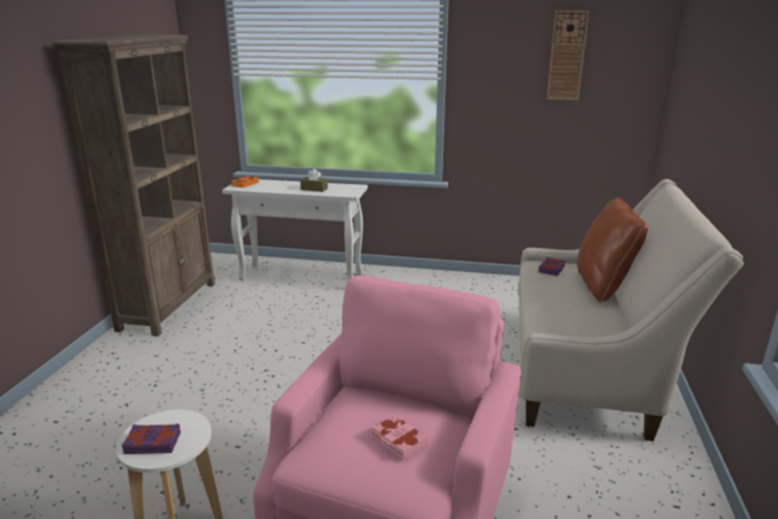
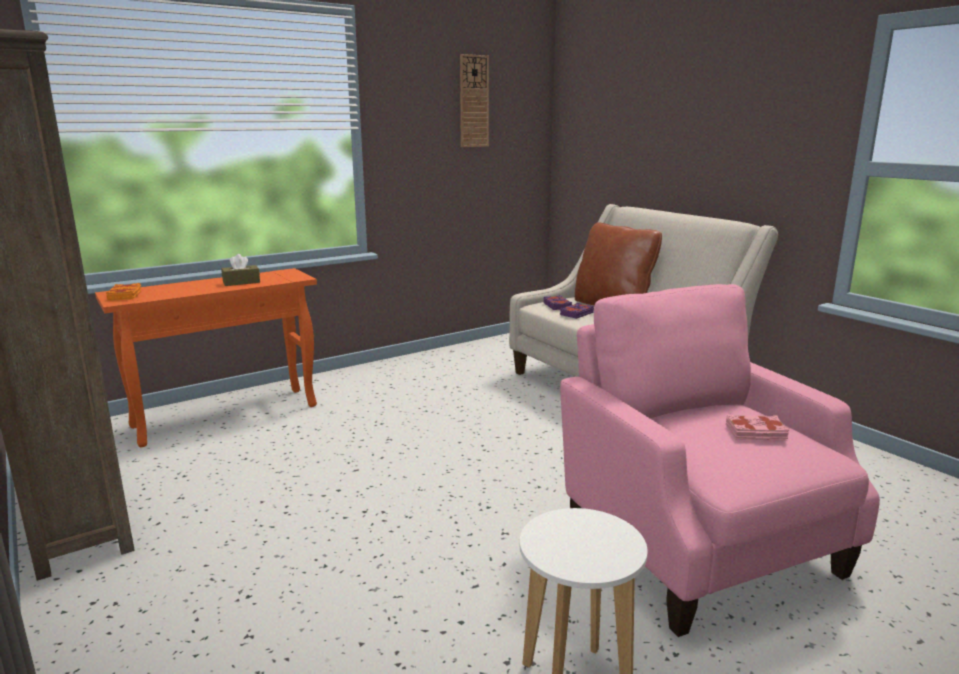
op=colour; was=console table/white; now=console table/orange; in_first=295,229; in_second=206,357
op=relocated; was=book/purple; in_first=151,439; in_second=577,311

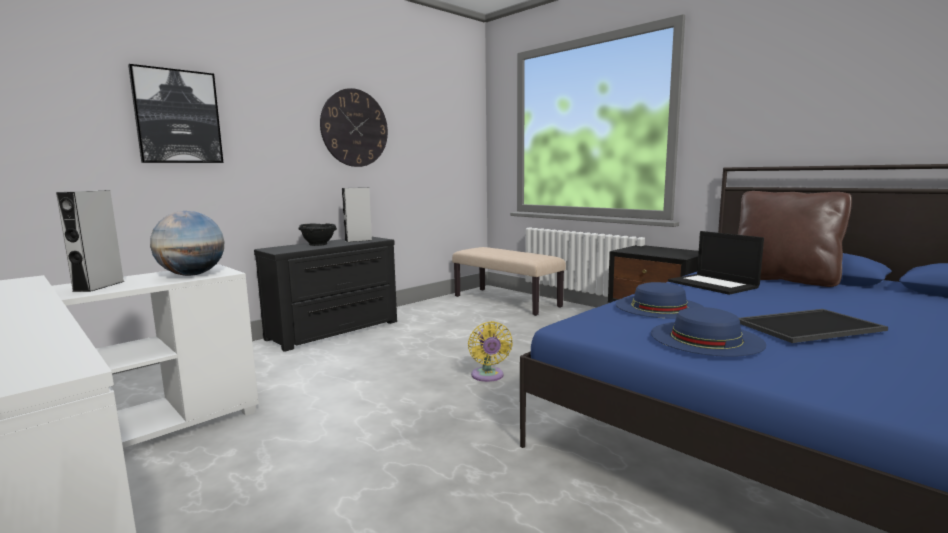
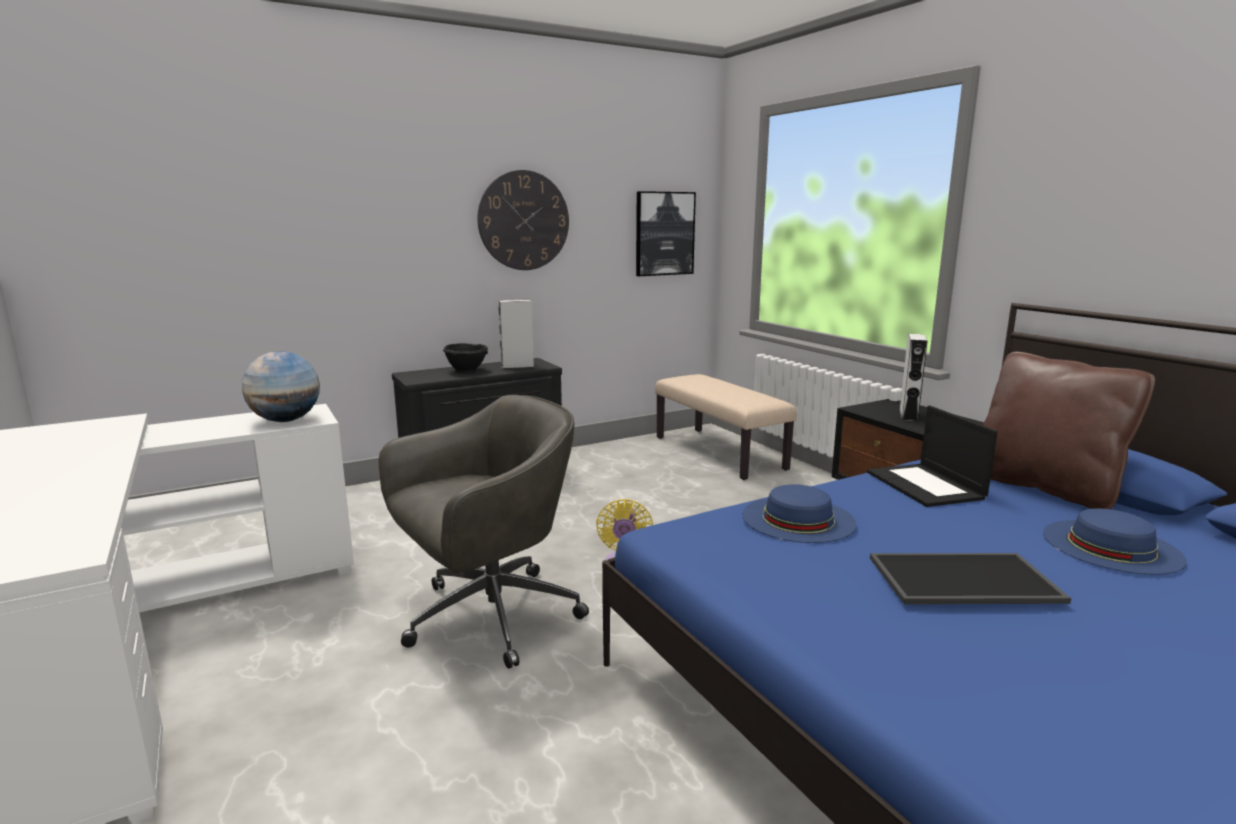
op=relocated; was=picture; in_first=175,113; in_second=666,233
op=relocated; was=speaker/grey; in_first=90,241; in_second=913,377
op=relocated; was=hat/blue; in_first=708,332; in_second=1115,542
op=appeared; now=office chair/grey; in_second=484,532

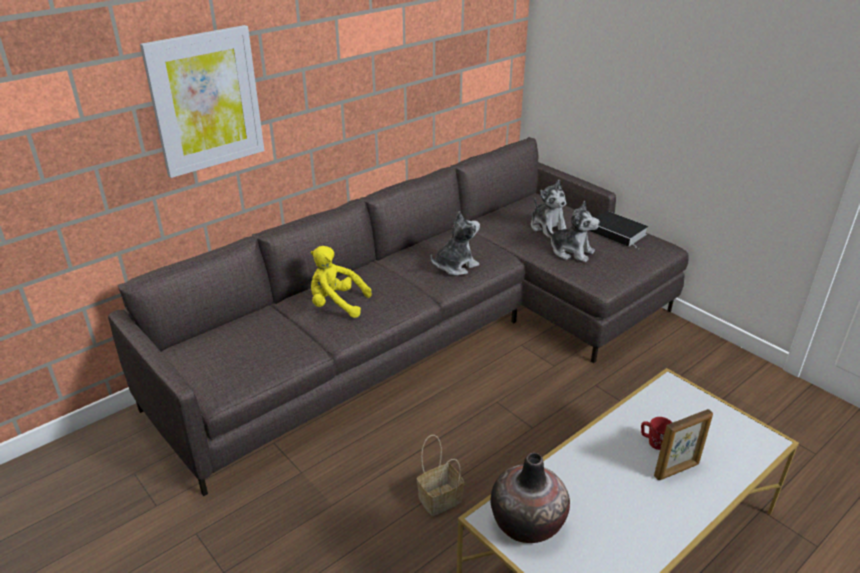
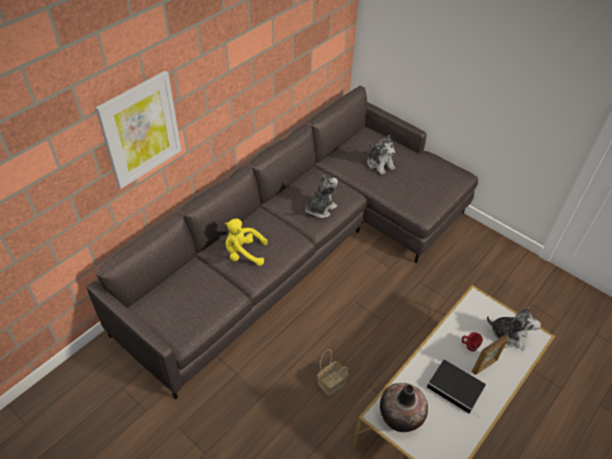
op=relocated; was=plush toy; in_first=573,231; in_second=514,328
op=relocated; was=book; in_first=618,230; in_second=456,388

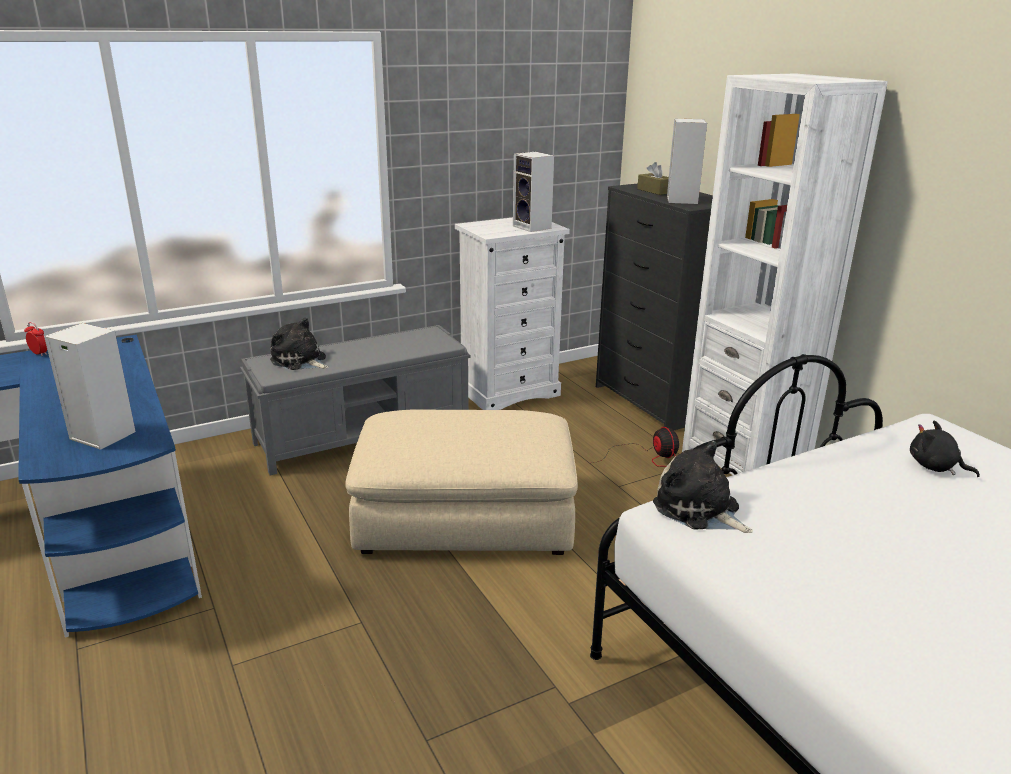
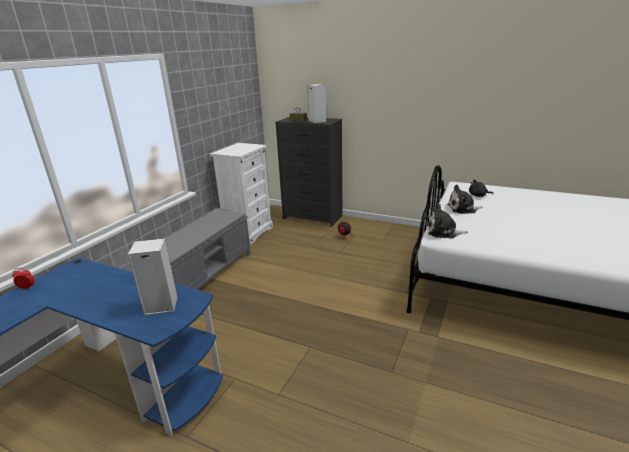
op=missing; was=bookcase/white; in_first=785,274
op=missing; was=speaker; in_first=533,192
op=relocated; was=plush toy; in_first=299,344; in_second=465,199
op=missing; was=ottoman/beige; in_first=461,482

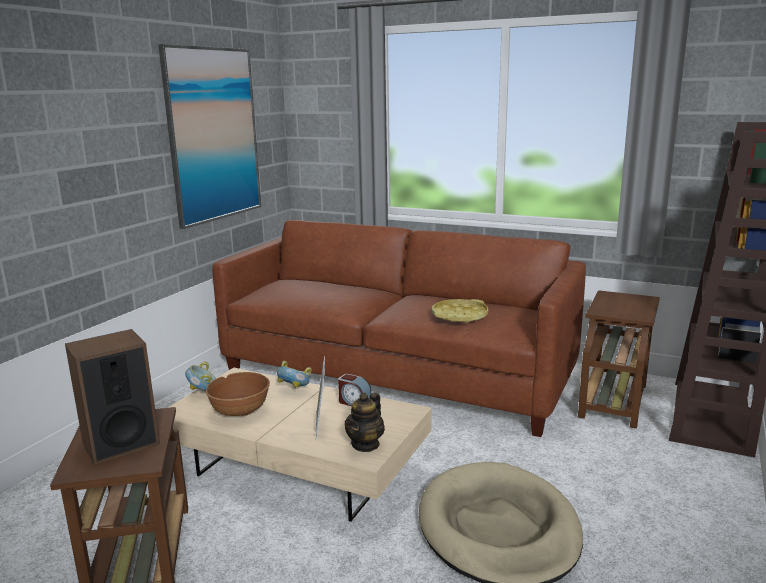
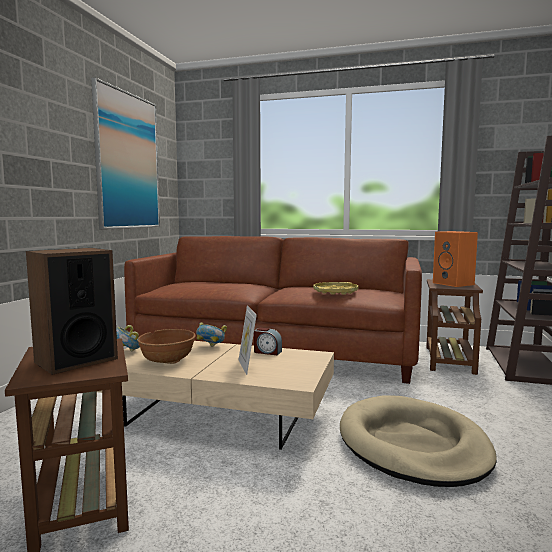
op=missing; was=teapot; in_first=365,422
op=appeared; now=speaker/orange; in_second=455,259

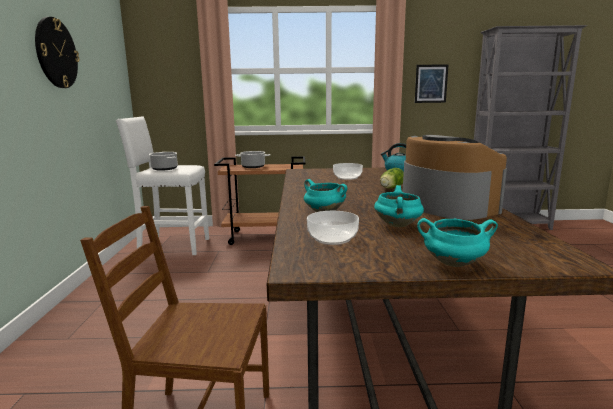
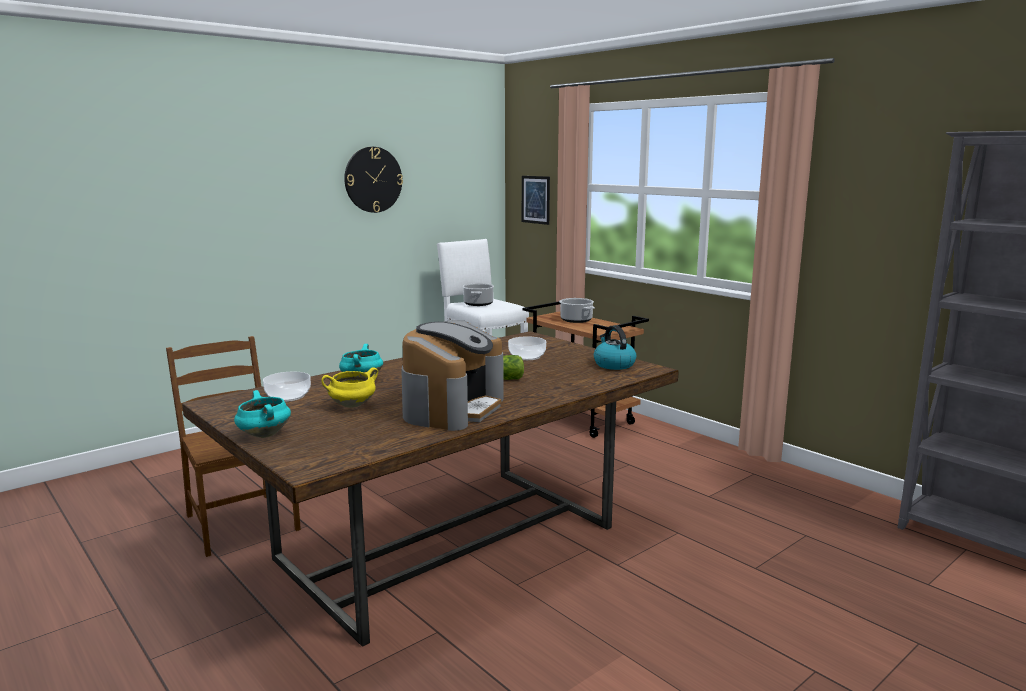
op=relocated; was=picture; in_first=432,83; in_second=536,200
op=colour; was=cooking pot/turquoise; now=cooking pot/yellow; in_first=399,206; in_second=349,387

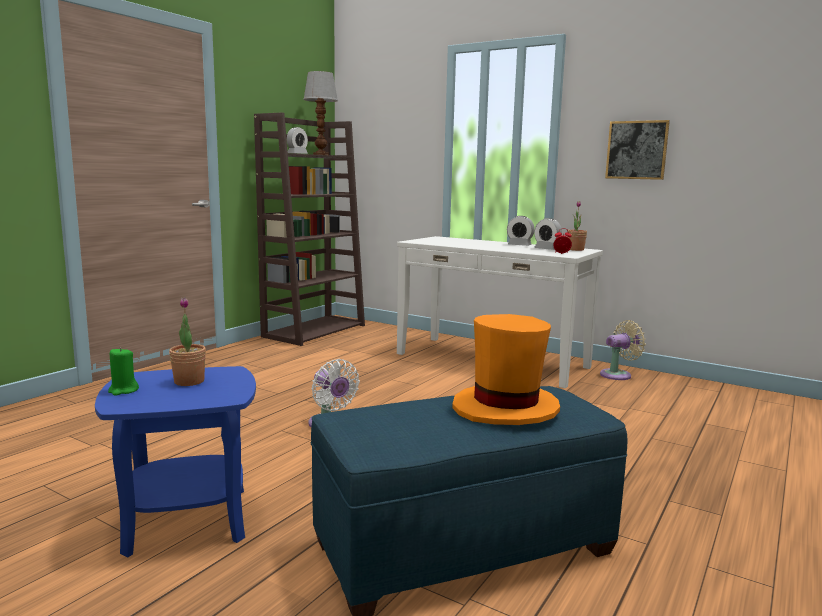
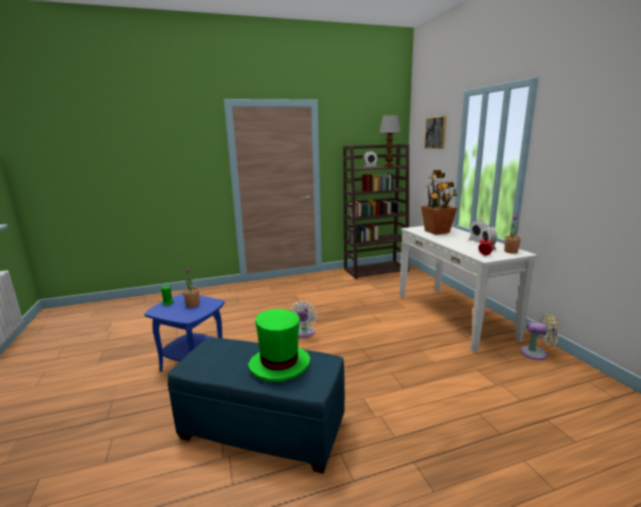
op=relocated; was=picture; in_first=637,150; in_second=435,132
op=colour; was=hat/orange; now=hat/green; in_first=506,369; in_second=279,345
op=appeared; now=potted plant; in_second=439,202

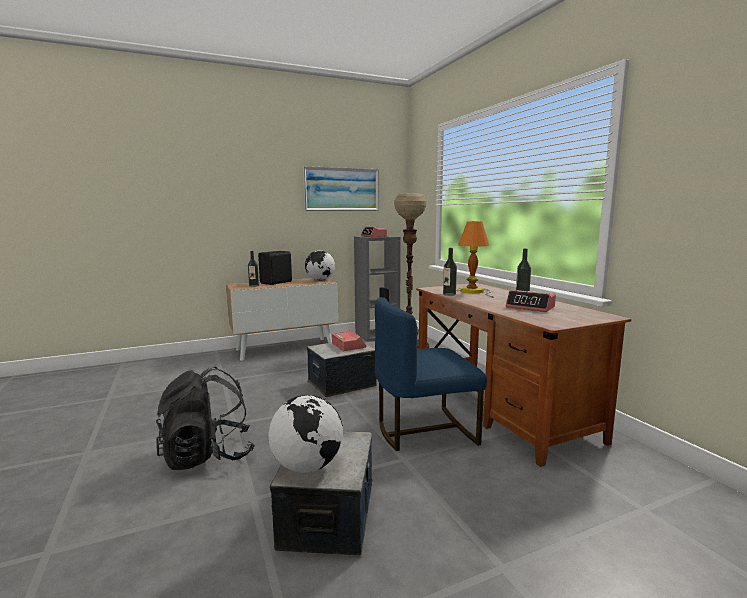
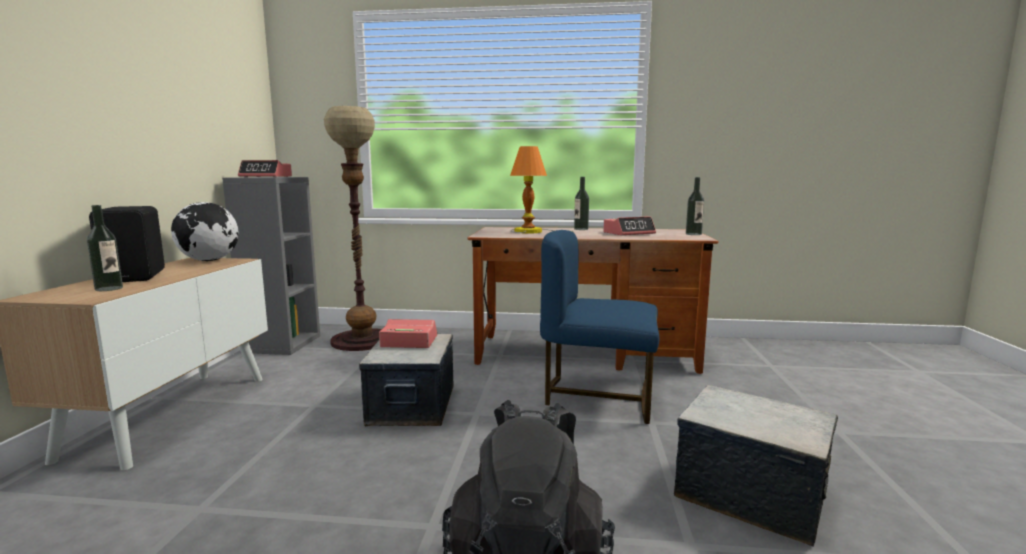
op=missing; was=picture; in_first=341,188
op=relocated; was=bottle; in_first=450,272; in_second=695,206
op=spun; was=chair/blue; in_first=431,374; in_second=599,327; clockwise=90
op=missing; was=globe; in_first=306,434

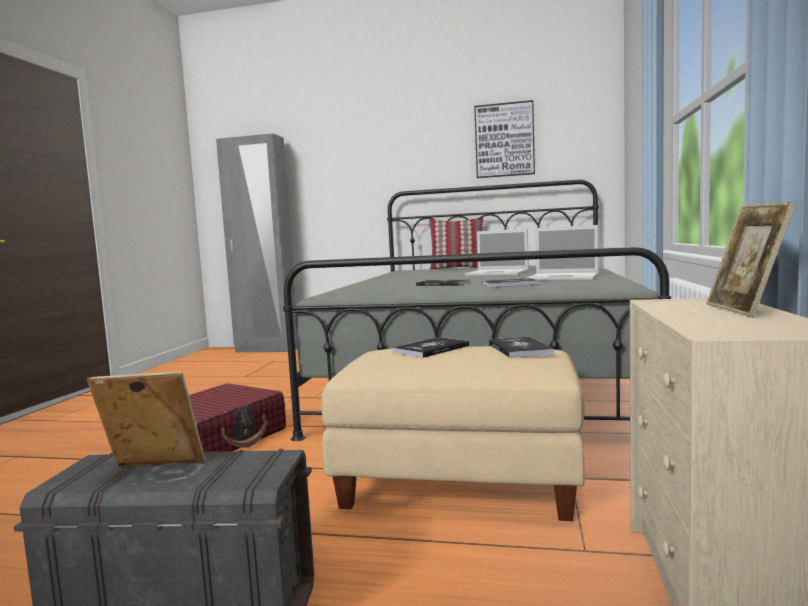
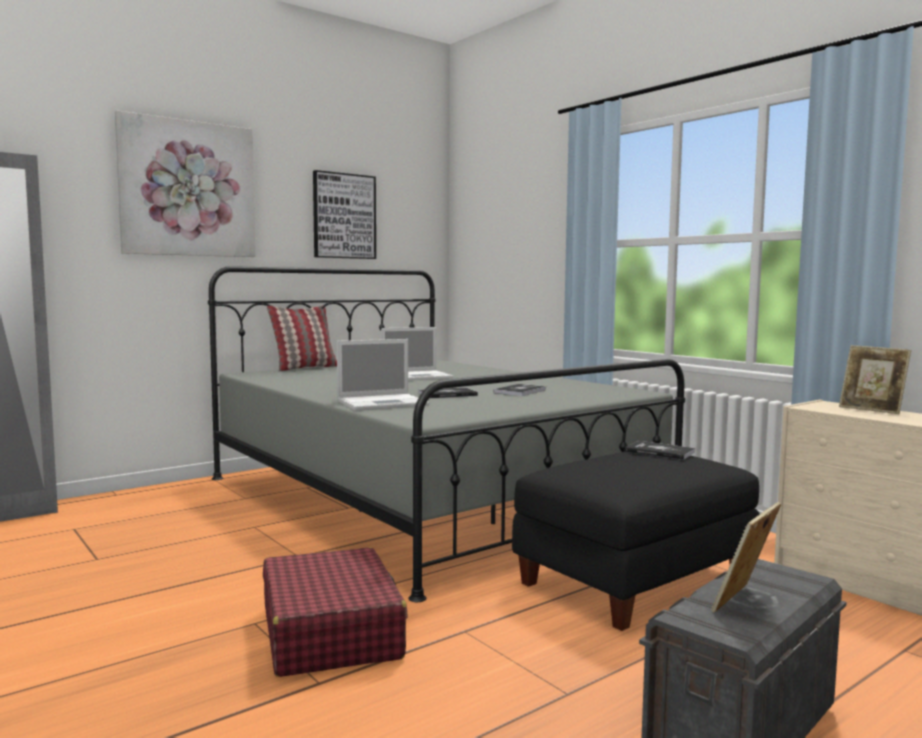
op=relocated; was=laptop; in_first=563,253; in_second=383,375
op=missing; was=book; in_first=430,347
op=colour; was=ottoman/beige; now=ottoman/black; in_first=453,433; in_second=636,541
op=appeared; now=picture; in_second=185,183

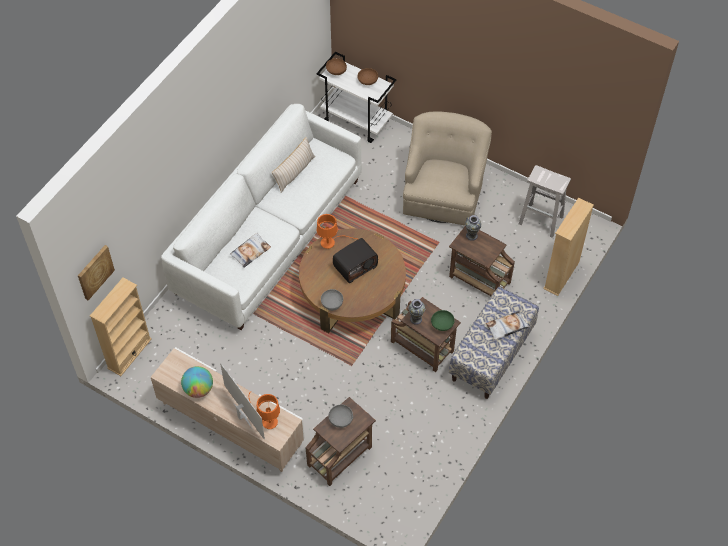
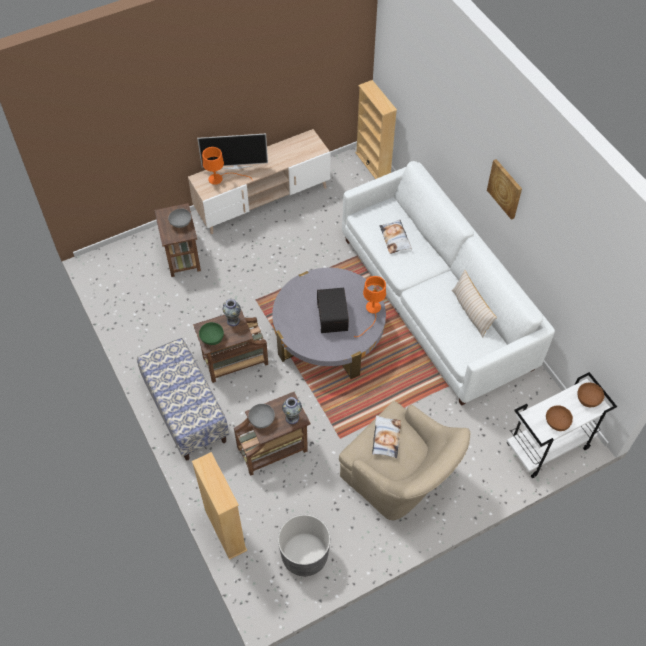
op=exchanged; was=stool/white; now=planter/grey; in_first=545,201; in_second=304,545
op=colour; was=coffee table/brown; now=coffee table/grey; in_first=352,280; in_second=329,323
op=relocated; was=picture; in_first=96,272; in_second=504,189
op=relocated; was=bowl/grey; in_first=332,300; in_second=261,416
op=relocated; was=pillow; in_first=508,325; in_second=386,436
op=missing; was=globe; in_first=197,382

